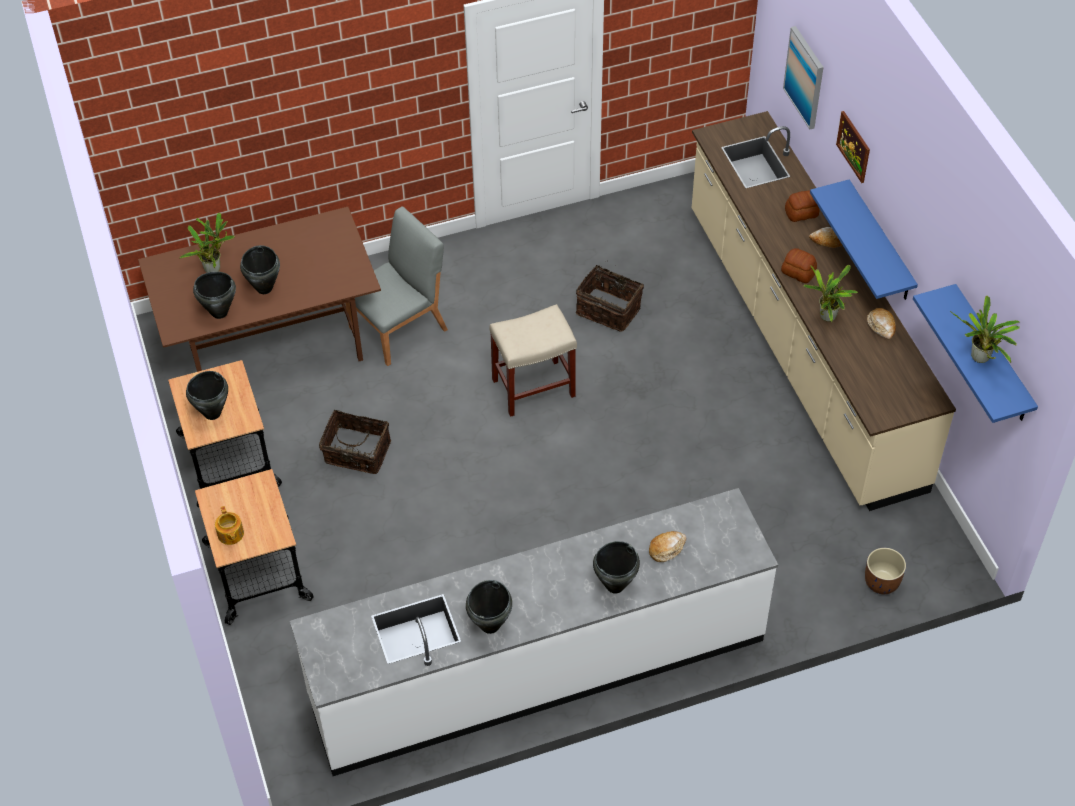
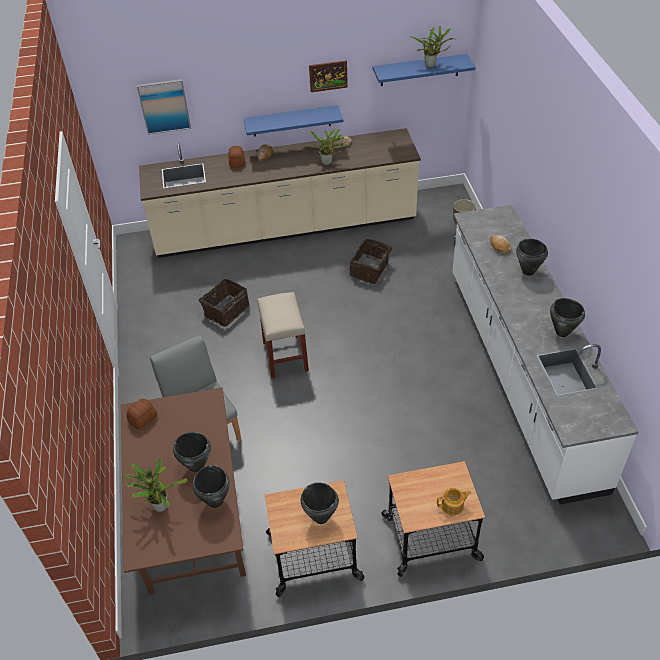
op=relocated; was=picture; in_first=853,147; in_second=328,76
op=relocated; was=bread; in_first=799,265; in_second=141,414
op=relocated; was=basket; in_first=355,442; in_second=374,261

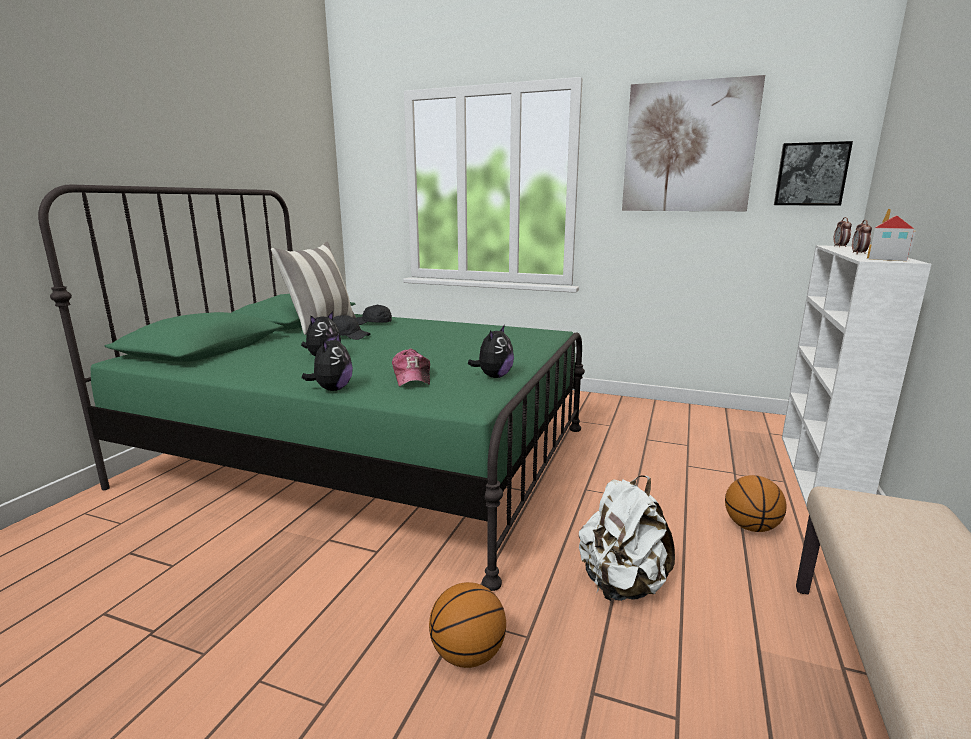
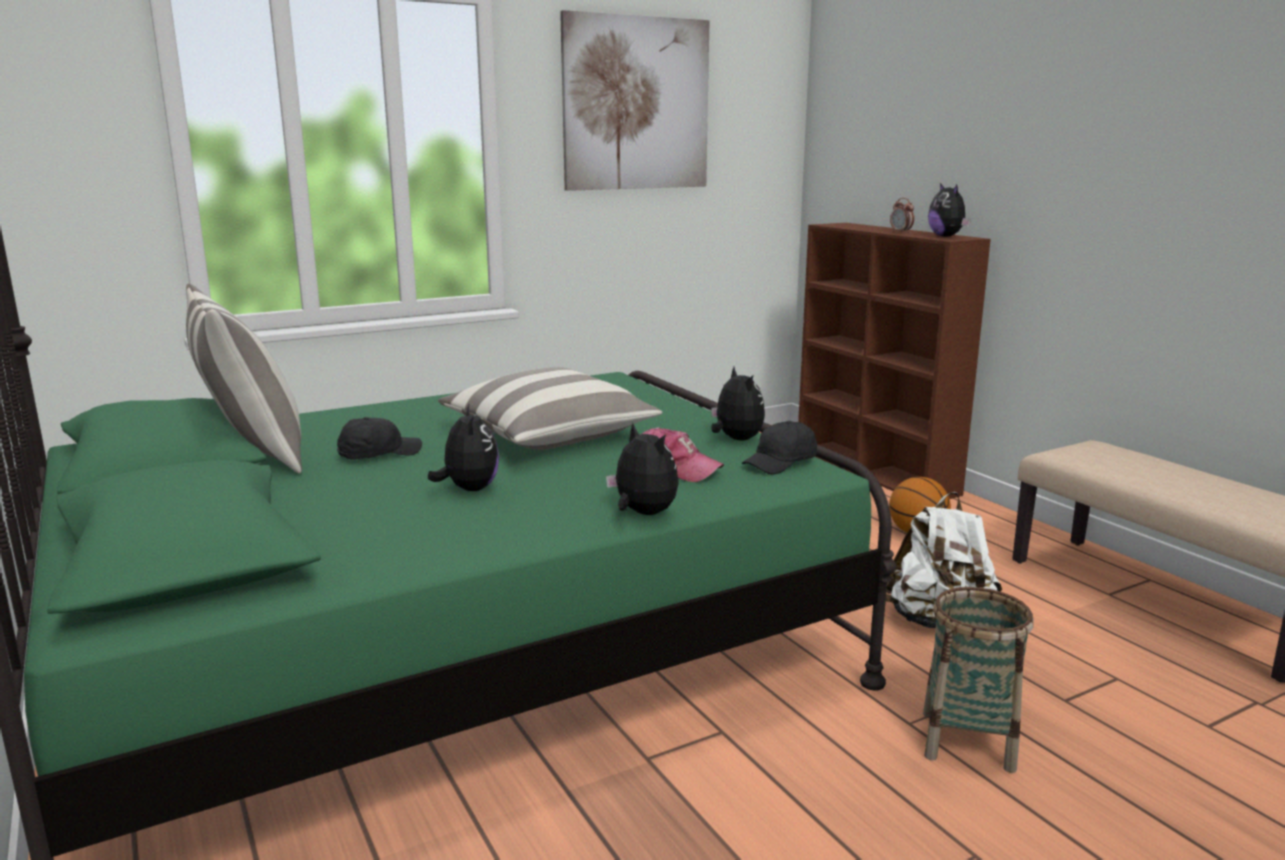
op=missing; was=picture; in_first=813,173
op=exchanged; was=toy house; now=plush toy; in_first=891,234; in_second=949,210
op=missing; was=alarm clock; in_first=843,232
op=colour; was=bookcase/white; now=bookcase/brown; in_first=856,379; in_second=894,361
op=relocated; was=cap/black; in_first=373,314; in_second=779,447
op=exchanged; was=basketball; now=basket; in_first=467,625; in_second=978,680
op=appeared; now=pillow; in_second=550,408

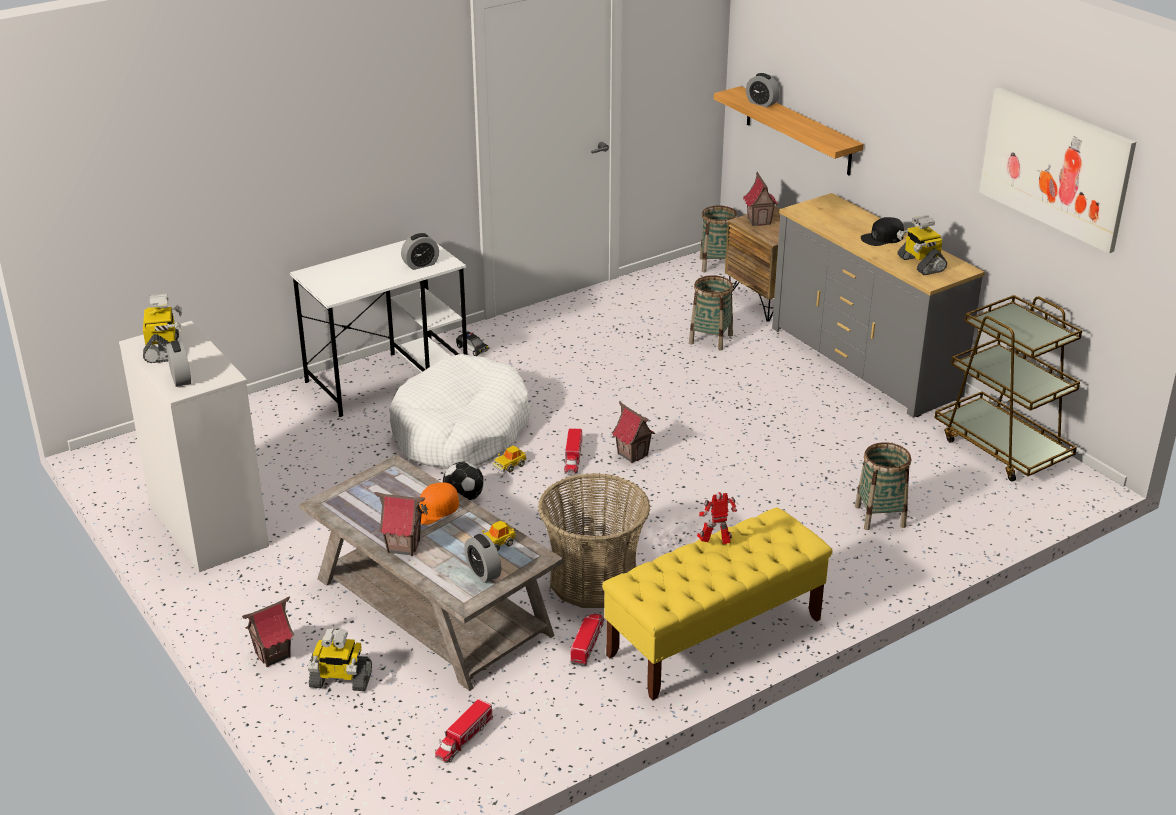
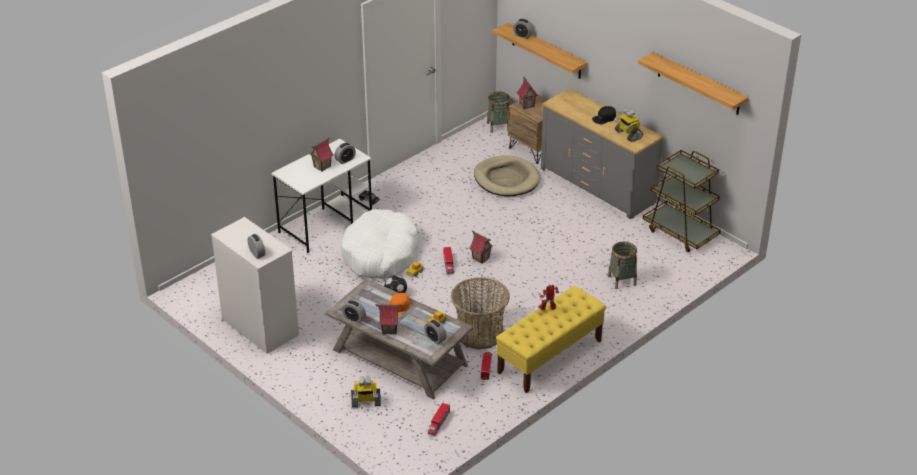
op=exchanged; was=picture; now=shelf; in_first=1057,170; in_second=693,83
op=exchanged; was=basket; now=dog bed/beige; in_first=711,313; in_second=507,175
op=missing; was=toy robot; in_first=162,328
op=relocated; was=toy house; in_first=268,631; in_second=321,154
op=appeared; now=alarm clock; in_second=354,311

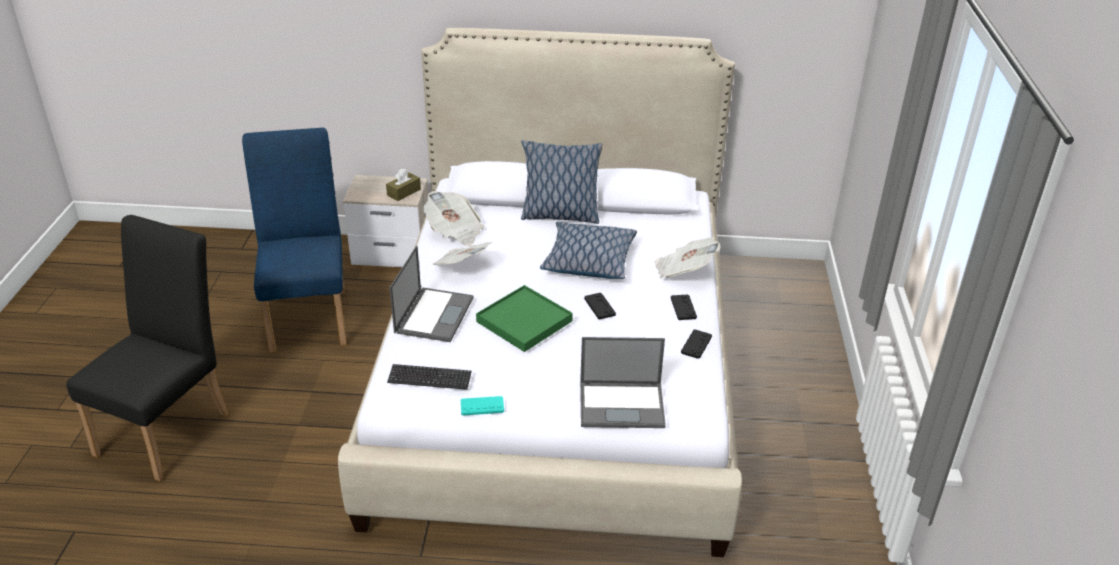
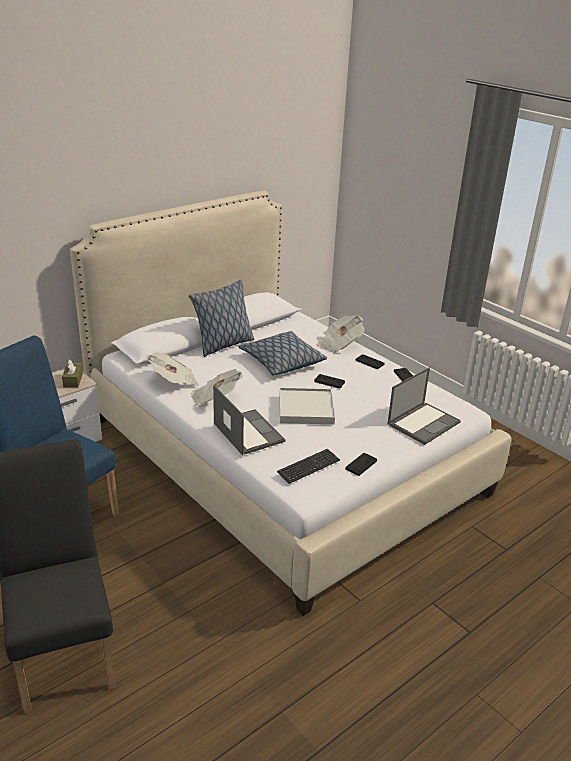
op=colour; was=tray/green; now=tray/white; in_first=524,318; in_second=307,406
op=colour; was=game controller/turquoise; now=game controller/black; in_first=482,406; in_second=361,464

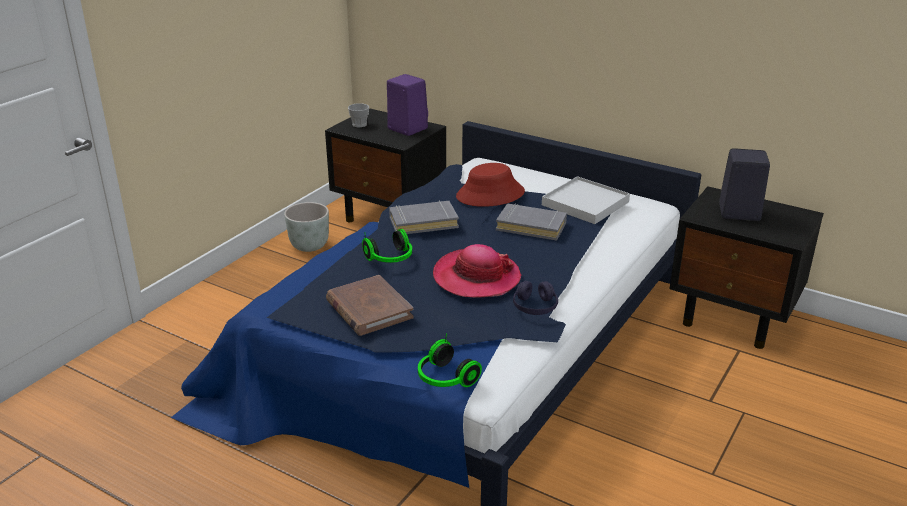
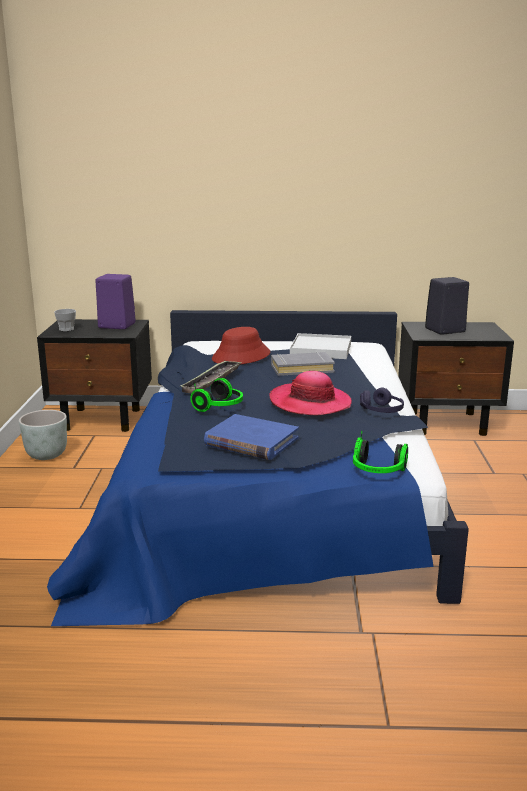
op=exchanged; was=book/grey; now=tray; in_first=424,217; in_second=210,376
op=colour; was=book/brown; now=book/blue; in_first=370,305; in_second=251,437

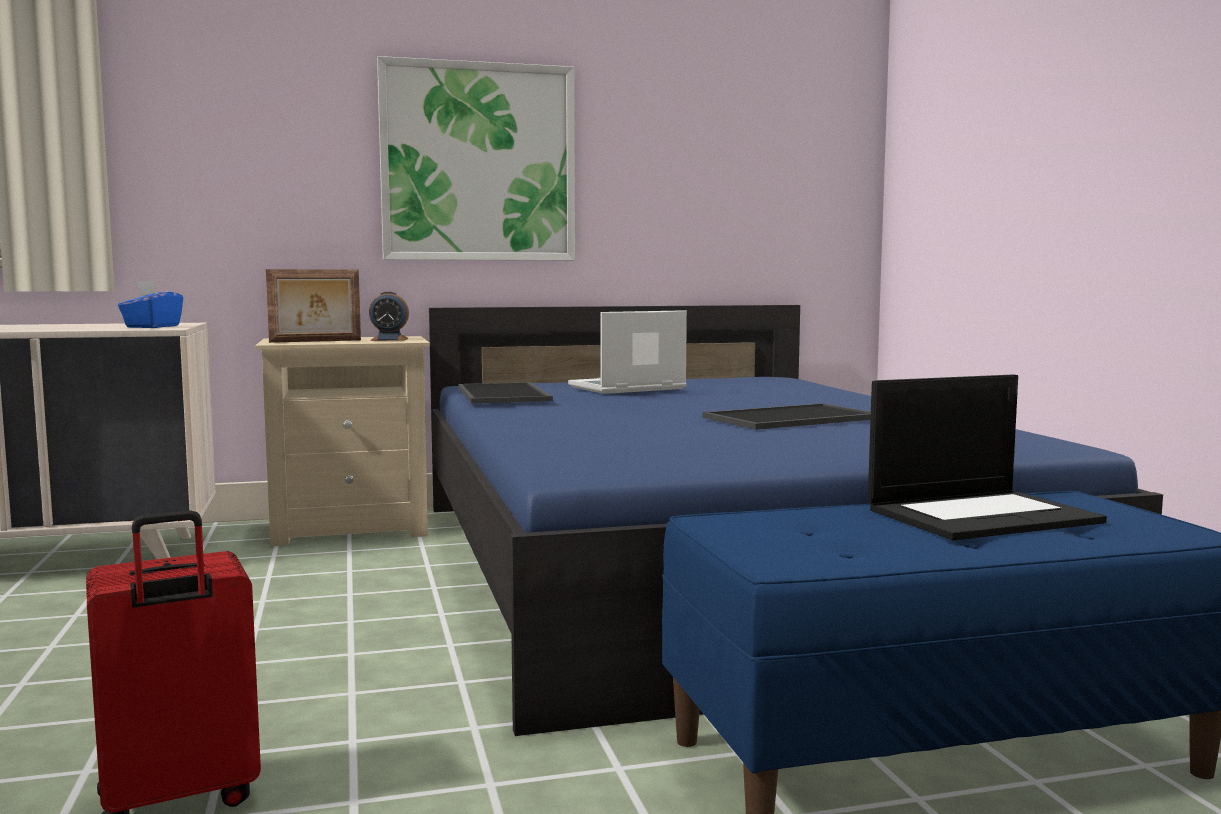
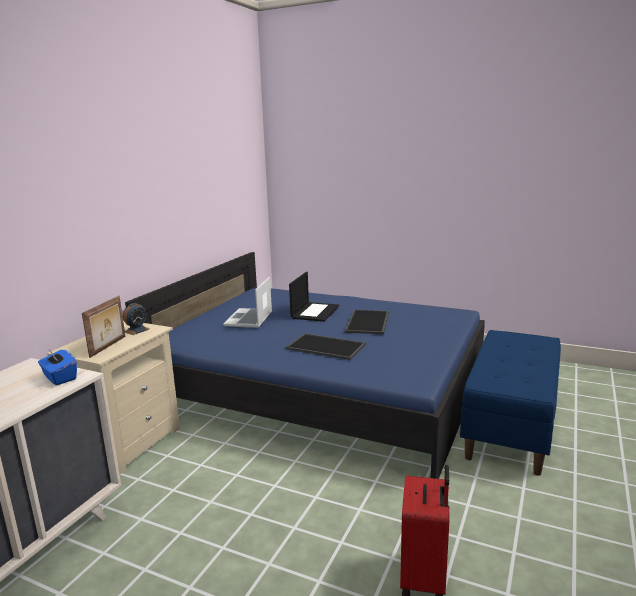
op=missing; was=picture; in_first=476,158
op=relocated; was=laptop; in_first=987,457; in_second=314,297
op=relocated; was=tray; in_first=505,393; in_second=326,346

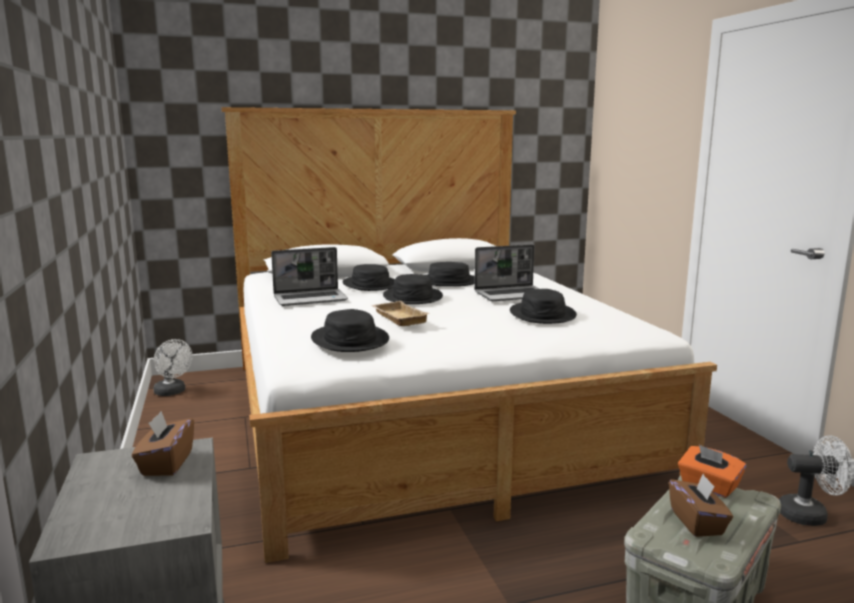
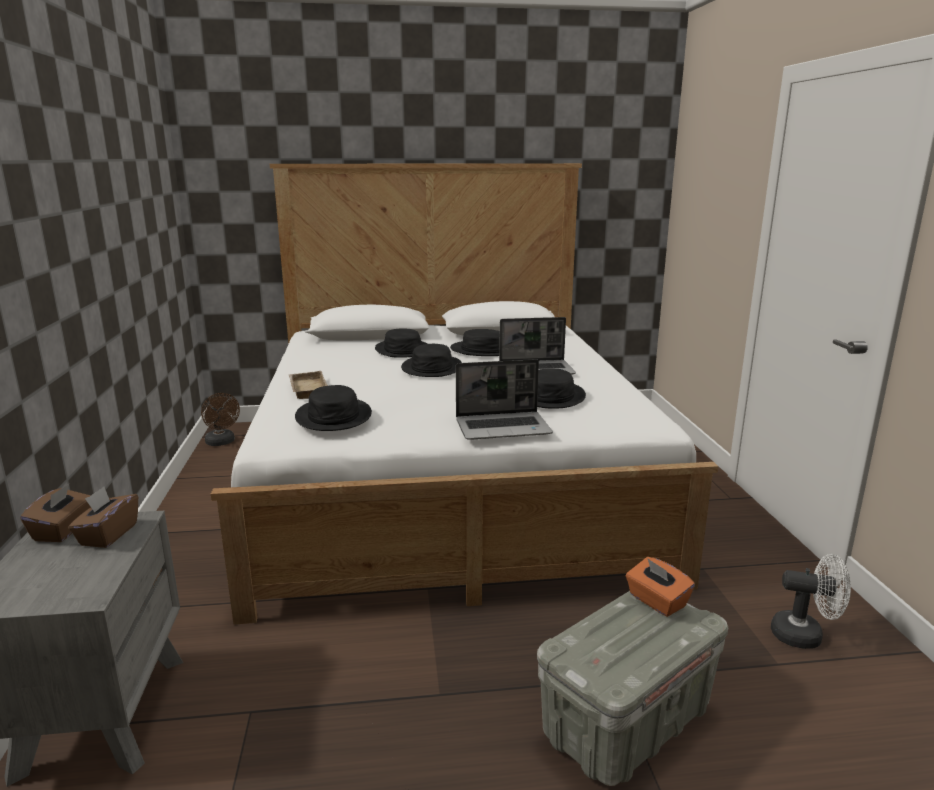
op=relocated; was=laptop; in_first=309,276; in_second=504,399
op=relocated; was=tray/beige; in_first=400,313; in_second=308,385
op=colour; was=fan/white; now=fan/brown; in_first=173,367; in_second=220,419
op=relocated; was=tissue box/brown; in_first=701,505; in_second=55,513

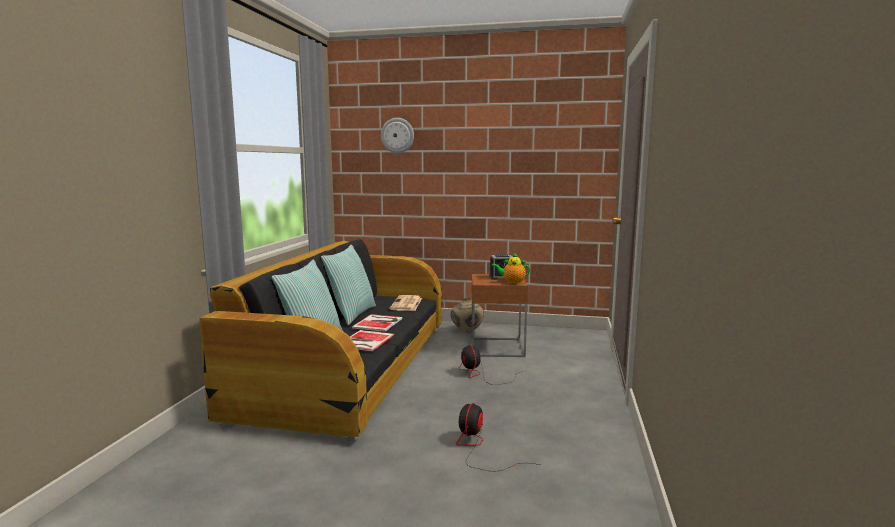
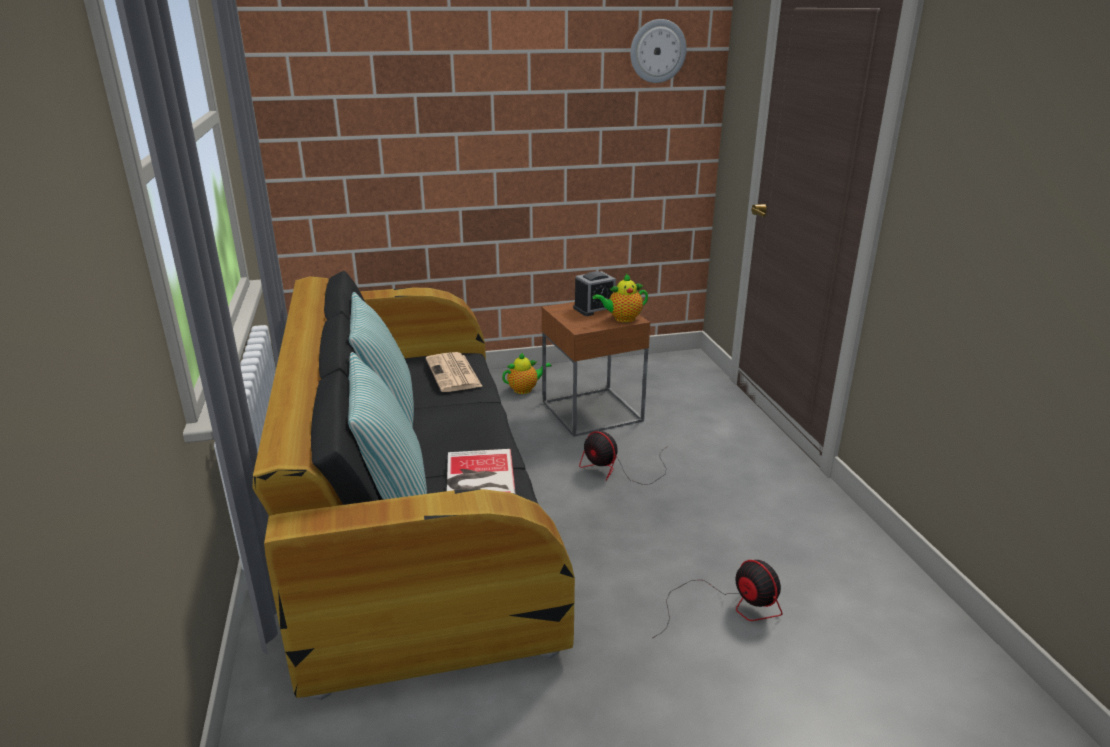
op=relocated; was=wall clock; in_first=397,135; in_second=658,51
op=exchanged; was=vase/beige; now=teapot; in_first=467,315; in_second=527,373
op=missing; was=book; in_first=376,323
op=spun; was=fan; in_first=498,437; in_second=718,599; clockwise=150

